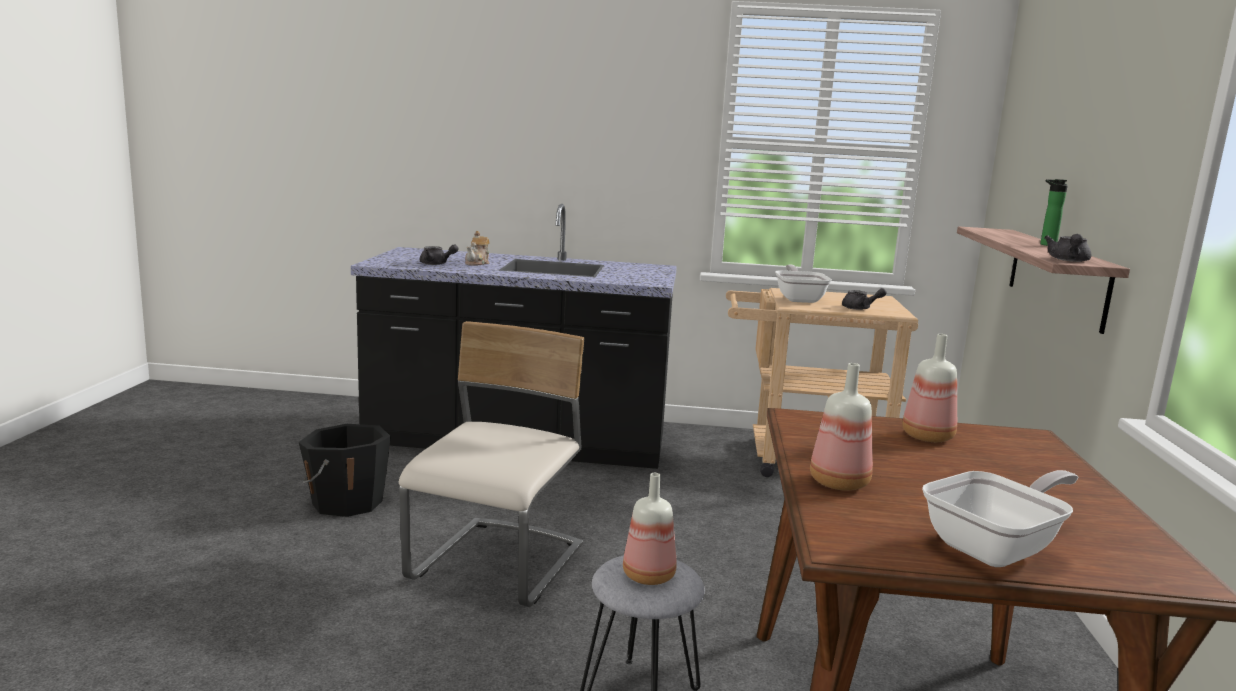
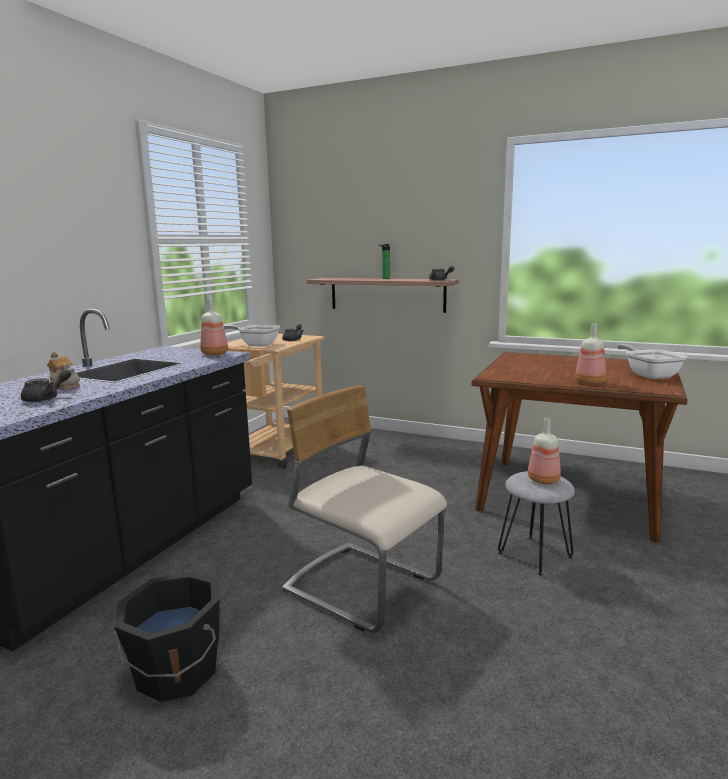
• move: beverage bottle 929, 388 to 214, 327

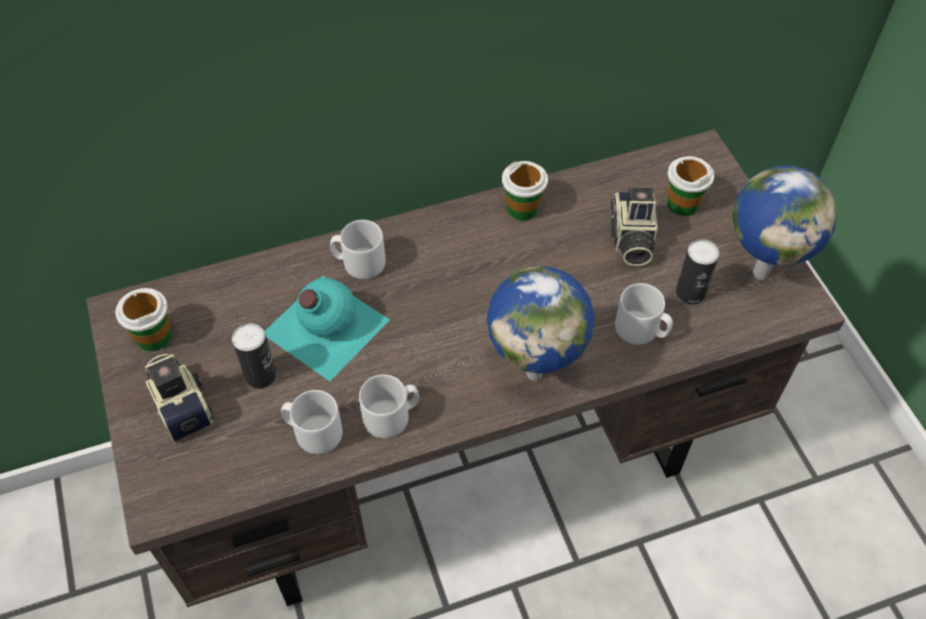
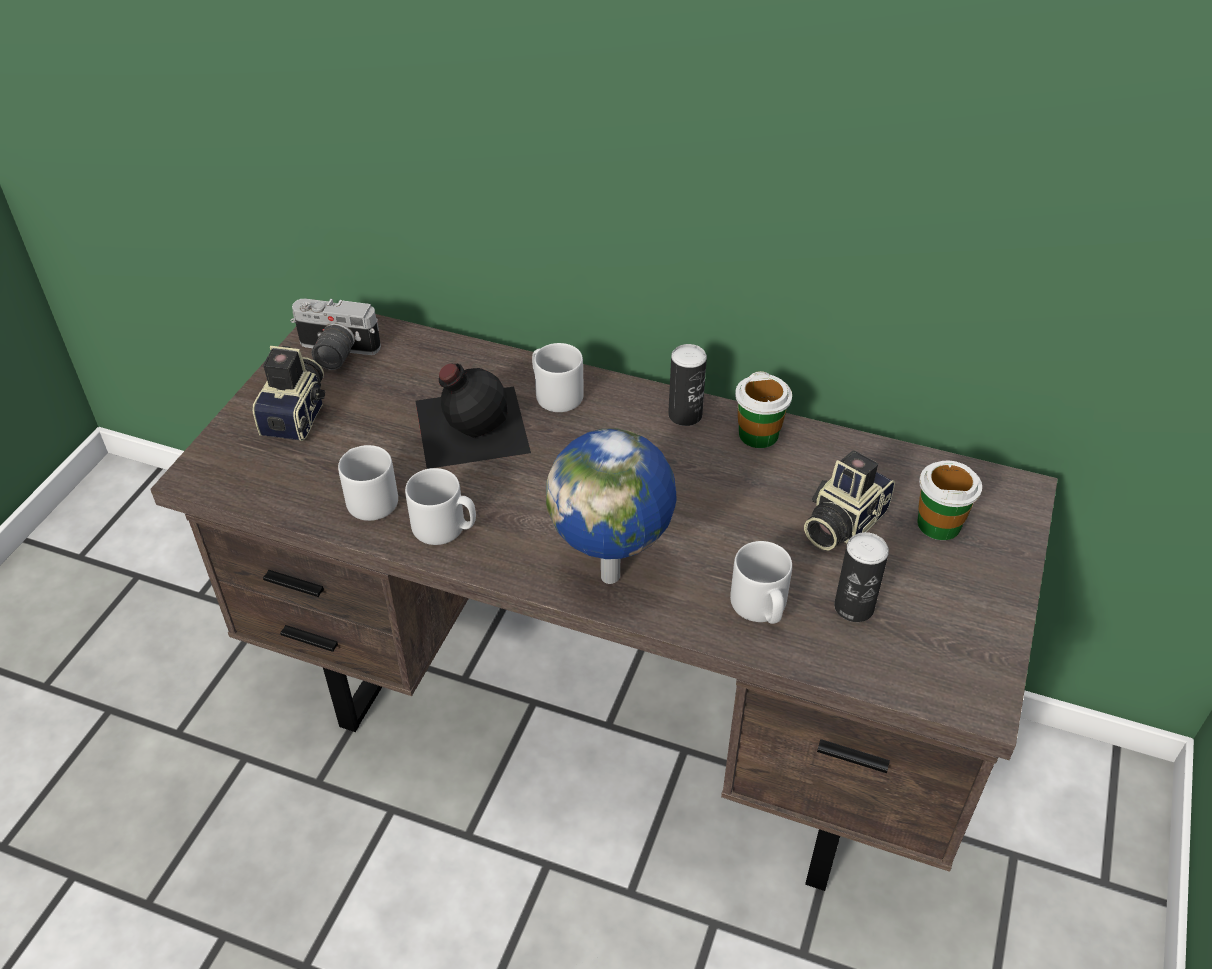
• delete: desk globe 784, 223
• move: sealed can 254, 355 to 687, 385
• replace: small cup 143, 320 to photo camera 335, 334
• recolor: turquoise-coloured beverage bottle 327, 328 to blackish beverage bottle 473, 416

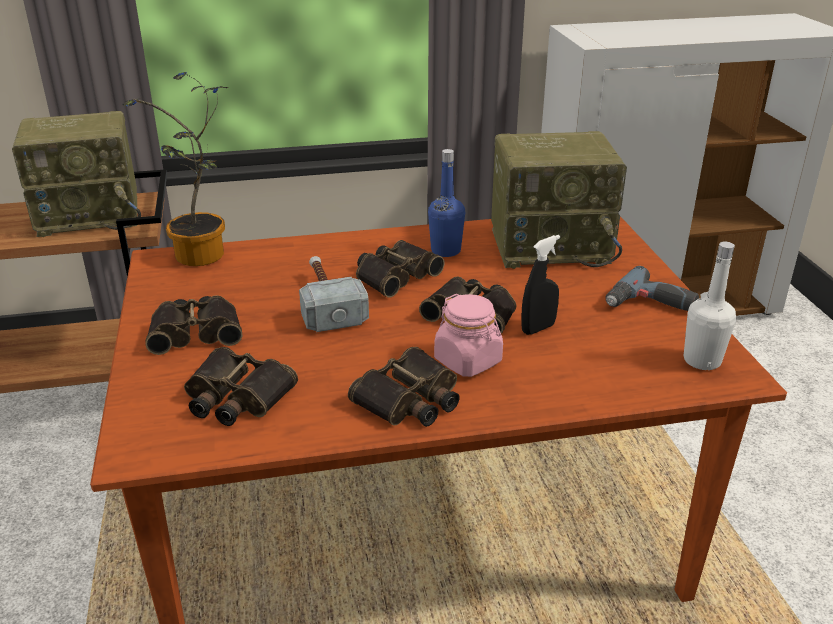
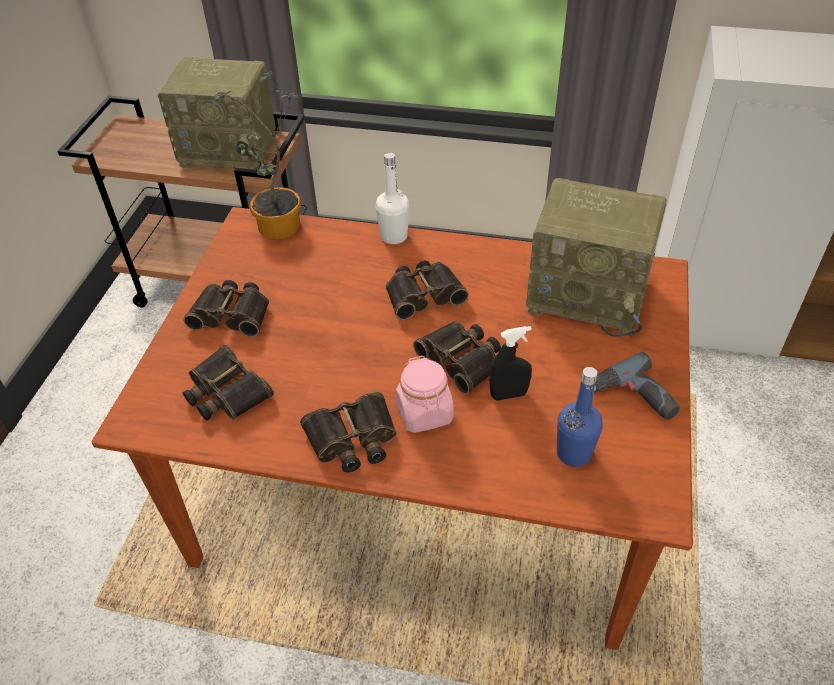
• delete: hand hammer 334, 294
• move: blue-coloured beverage bottle 446, 203 to 580, 417
• move: white-coloured beverage bottle 710, 305 to 392, 198

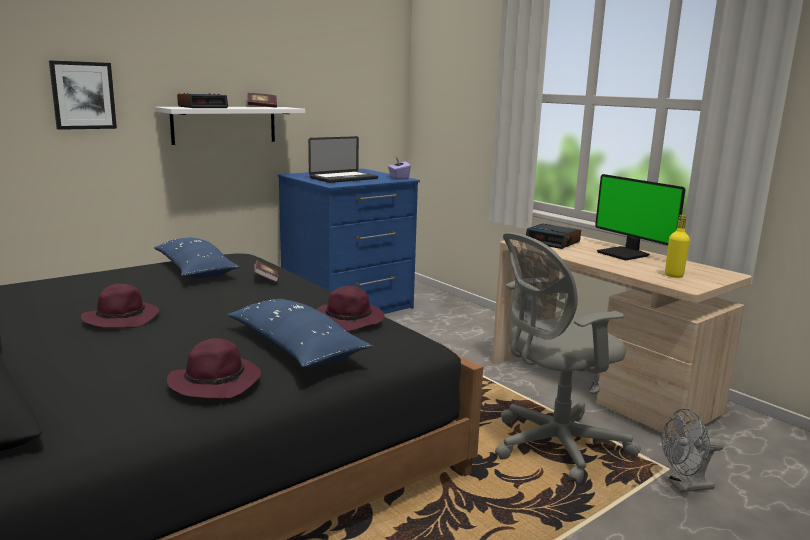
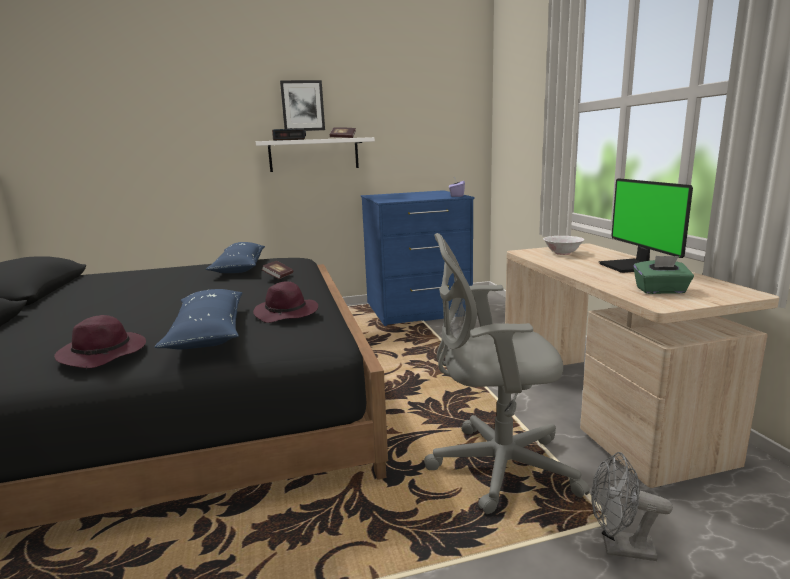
• delete: purple-coloured wearable hat 120, 305
• delete: notebook computer 343, 159
• move: wall art 83, 95 to 302, 105
• replace: bedside clock 553, 236 to white-coloured bowl 564, 245
• replace: yellowish beverage bottle 677, 246 to greenish box of tissues 663, 275

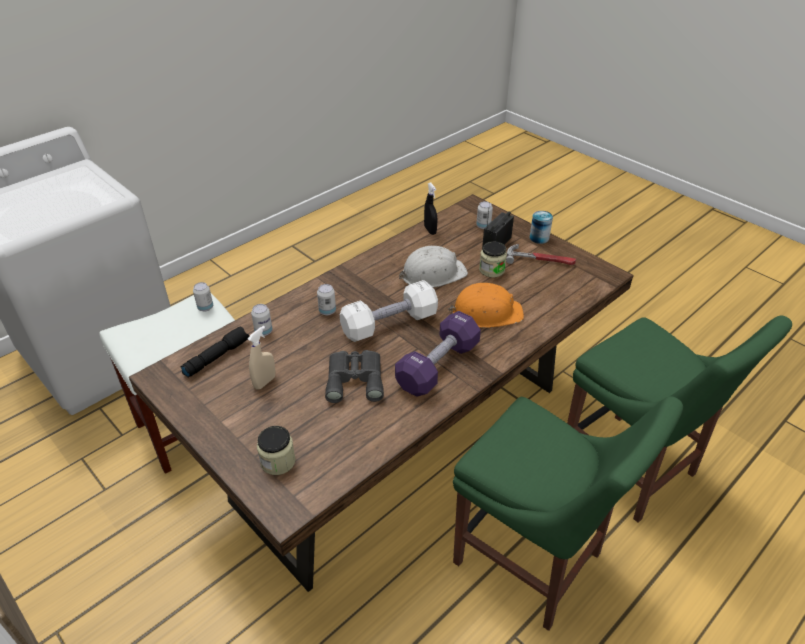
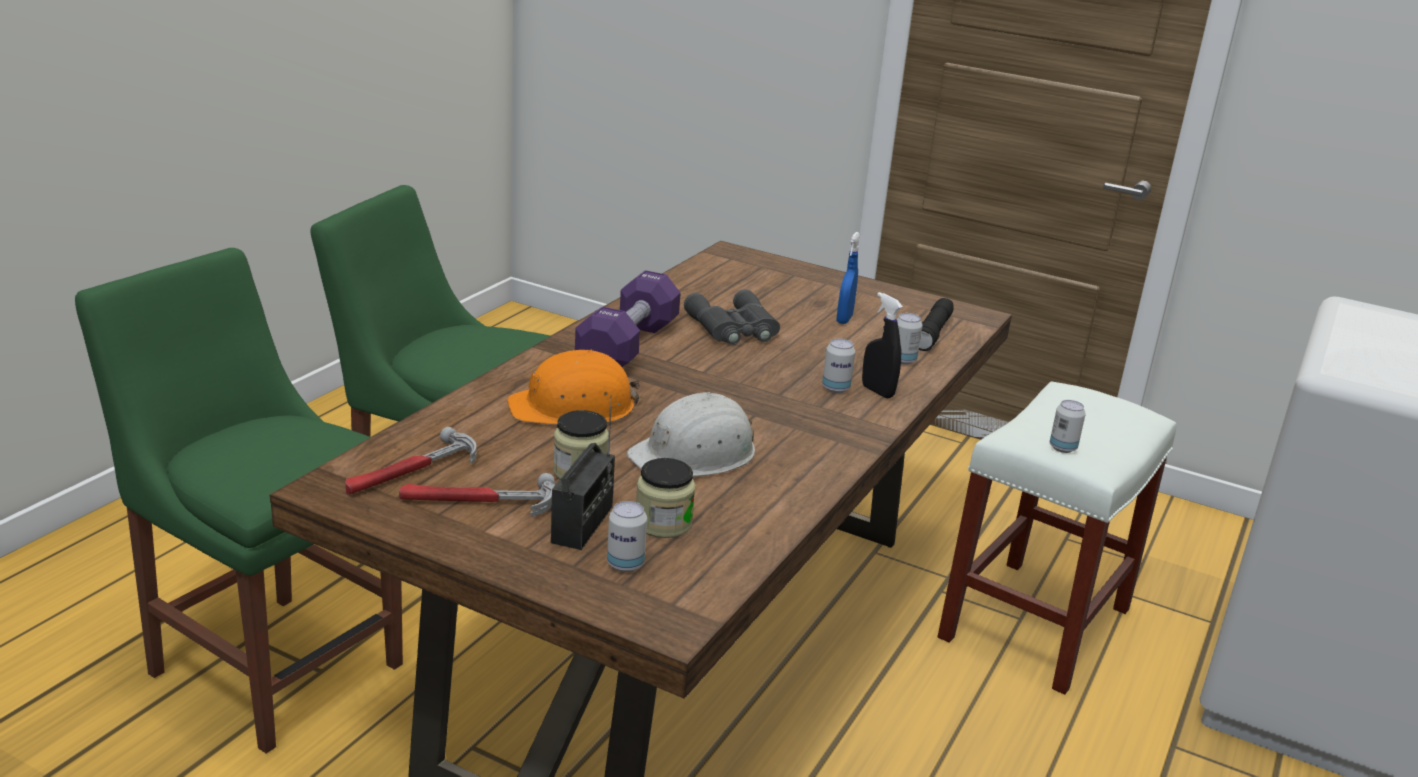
• delete: white-coloured hand weight 389, 311
• delete: sealed can 541, 227
• insert: hand hammer 411, 461
• move: preserve jar 276, 450 to 665, 498
• move: blackish hand sprayer 430, 209 to 882, 345
• recolor: beige hand sprayer 262, 358 to blue-coloured hand sprayer 848, 278

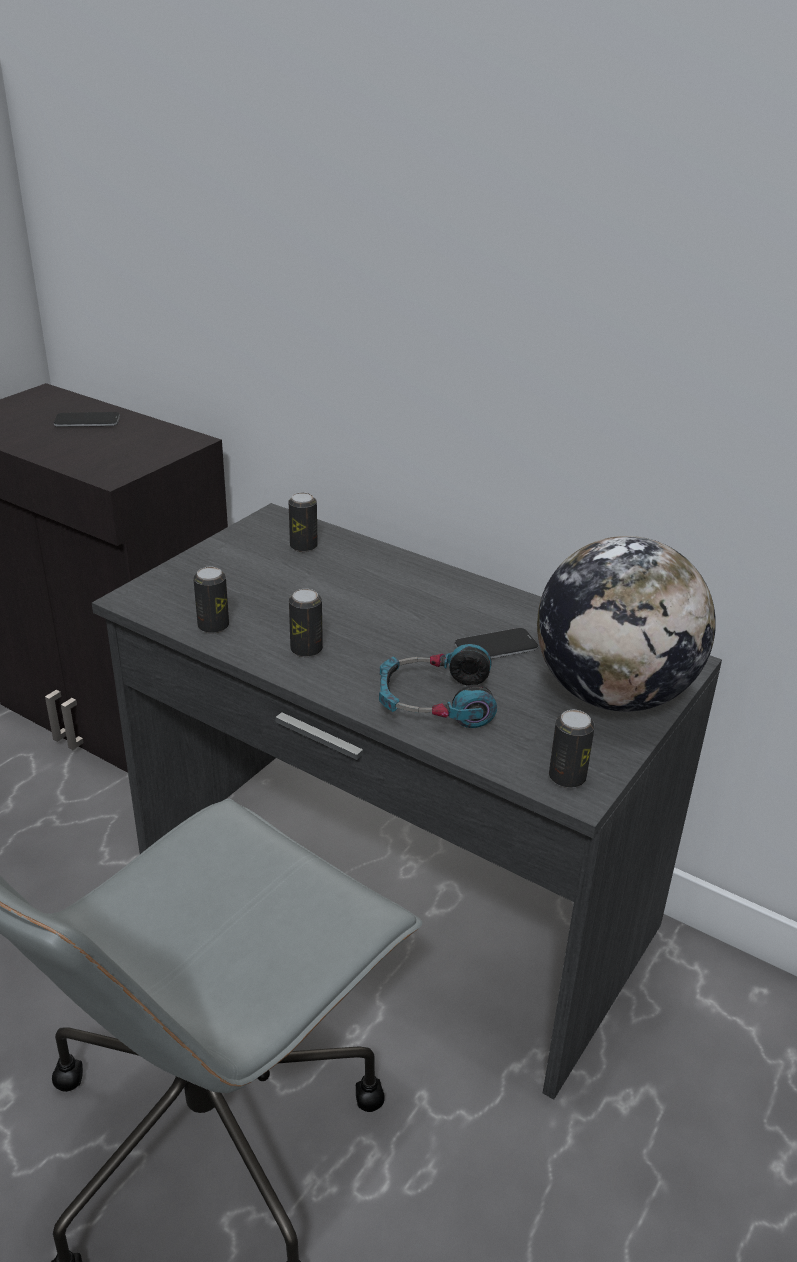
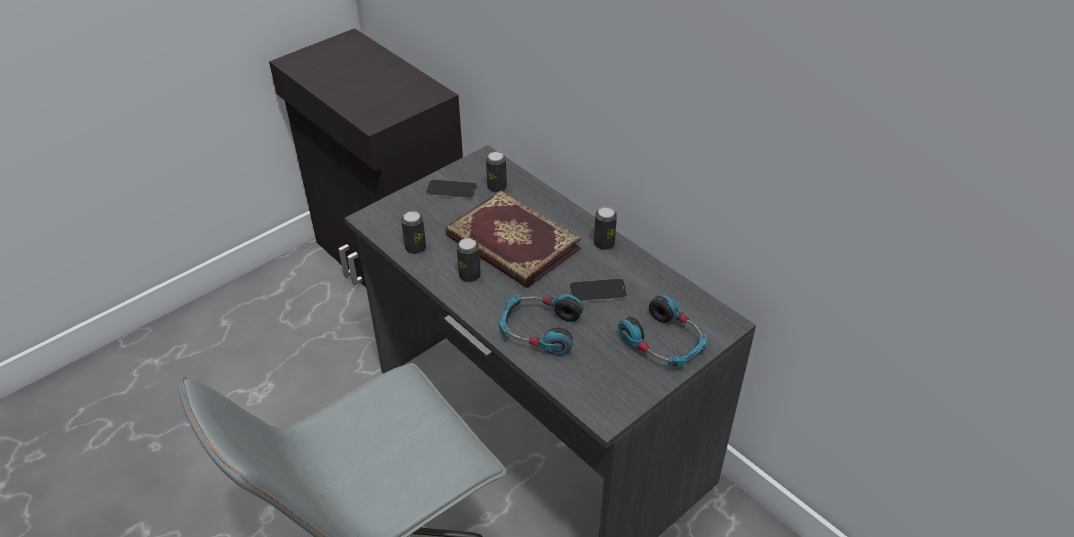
• insert: bound book 513, 239
• move: handset 87, 419 to 451, 189
• move: sealed can 572, 749 to 605, 228
• replace: desk globe 626, 624 to headset 662, 330

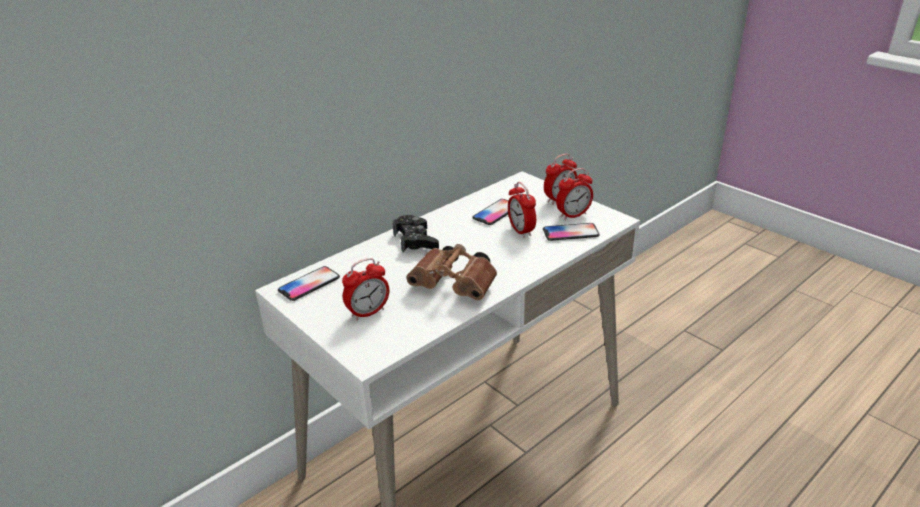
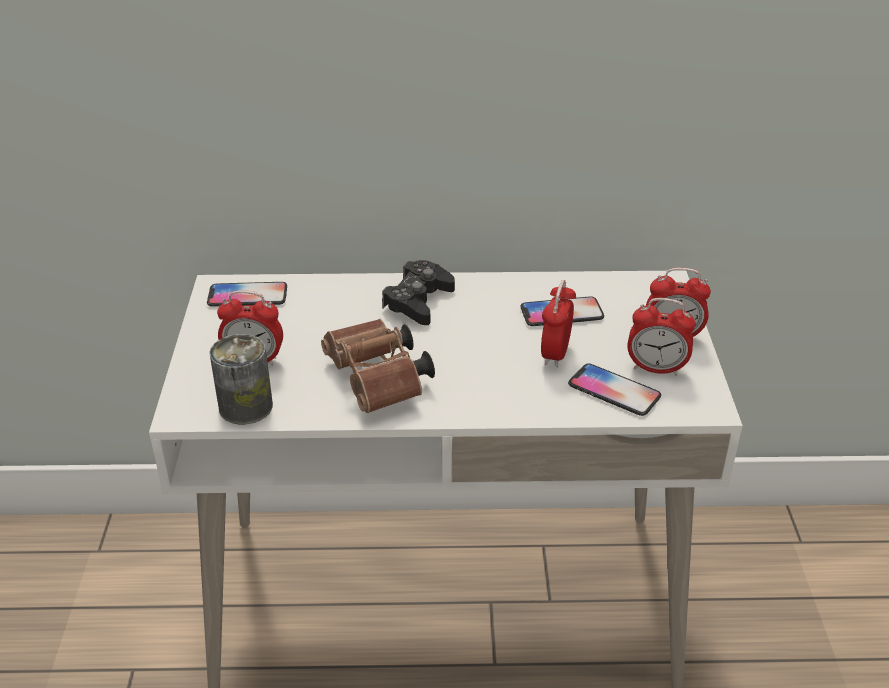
• insert: sealed can 241, 379

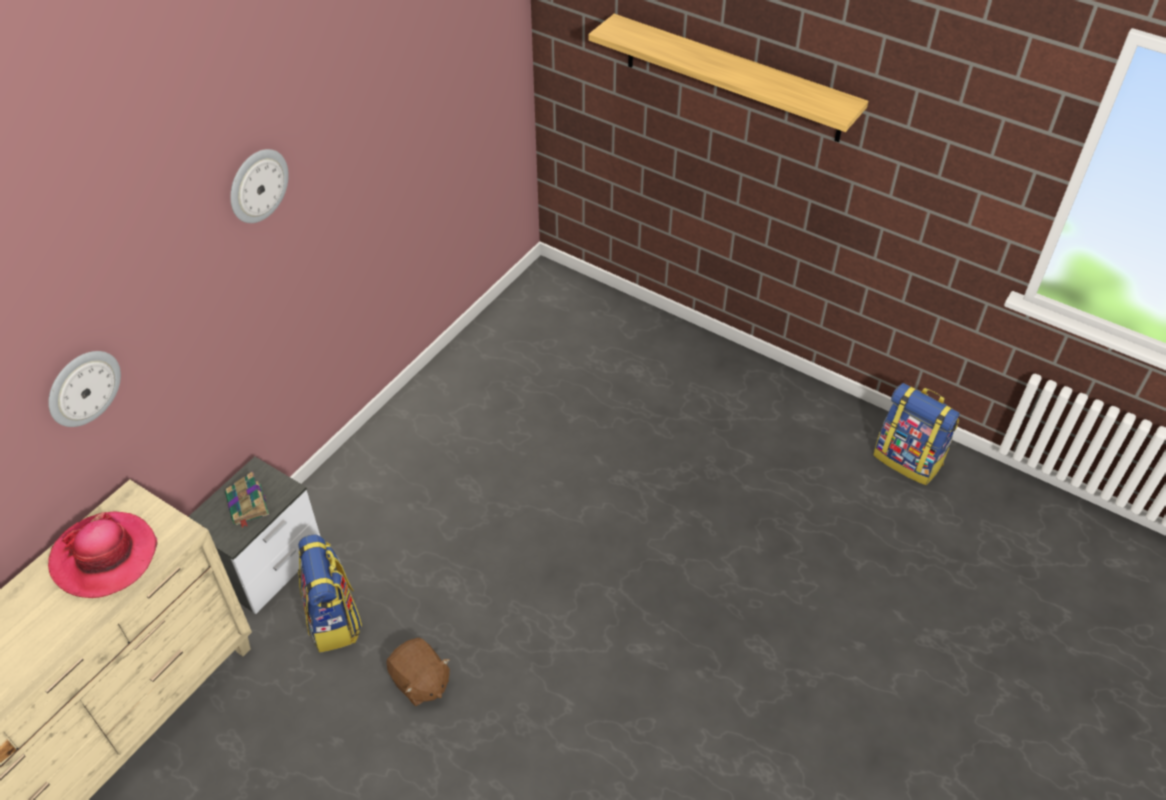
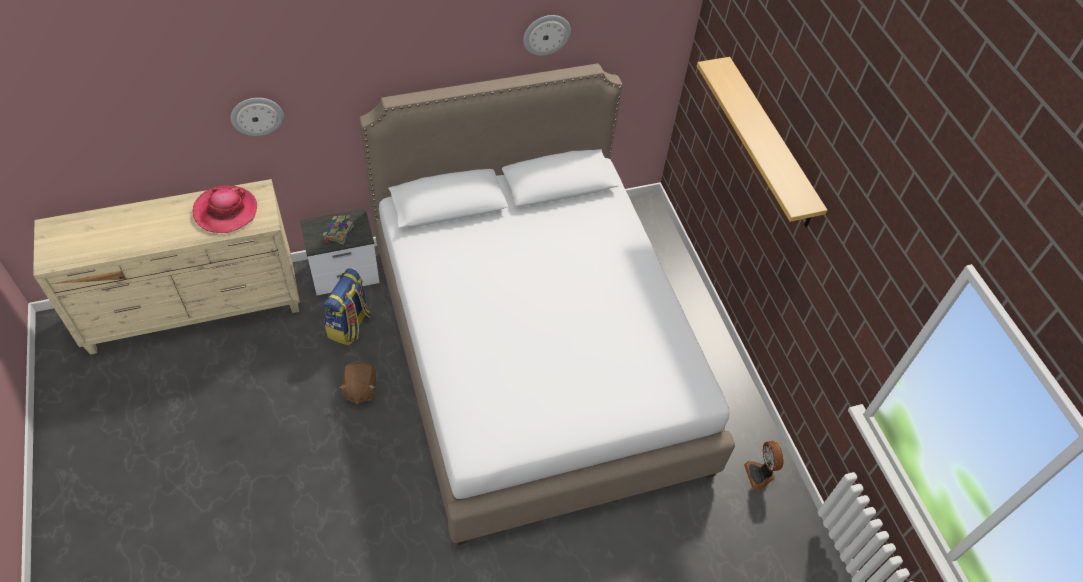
• insert: white-coloured sleeping bed 547, 304
• move: wall clock 259, 186 to 547, 35
• replace: backpack 916, 434 to electric fan 763, 465

